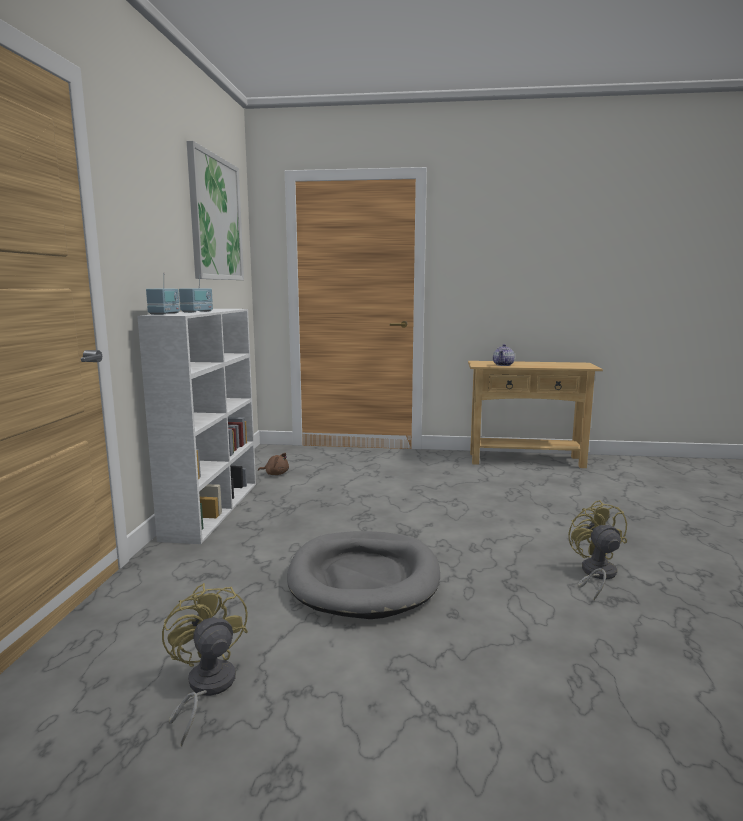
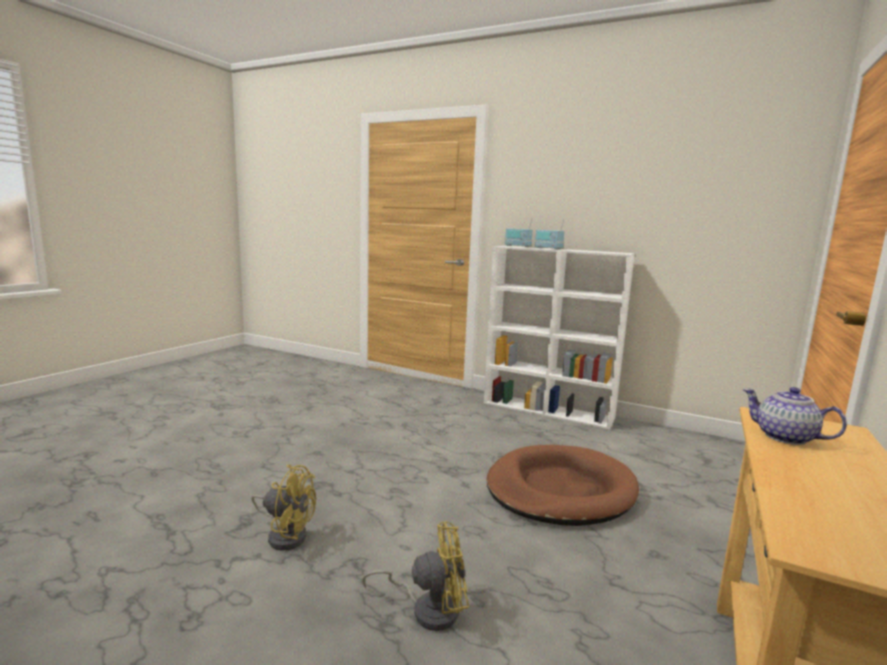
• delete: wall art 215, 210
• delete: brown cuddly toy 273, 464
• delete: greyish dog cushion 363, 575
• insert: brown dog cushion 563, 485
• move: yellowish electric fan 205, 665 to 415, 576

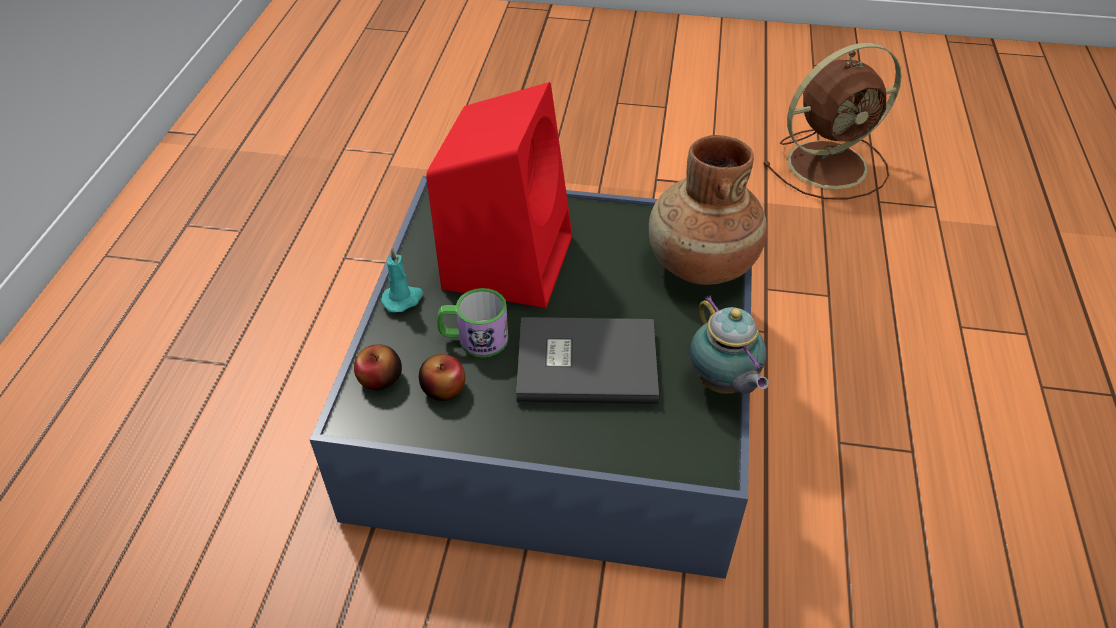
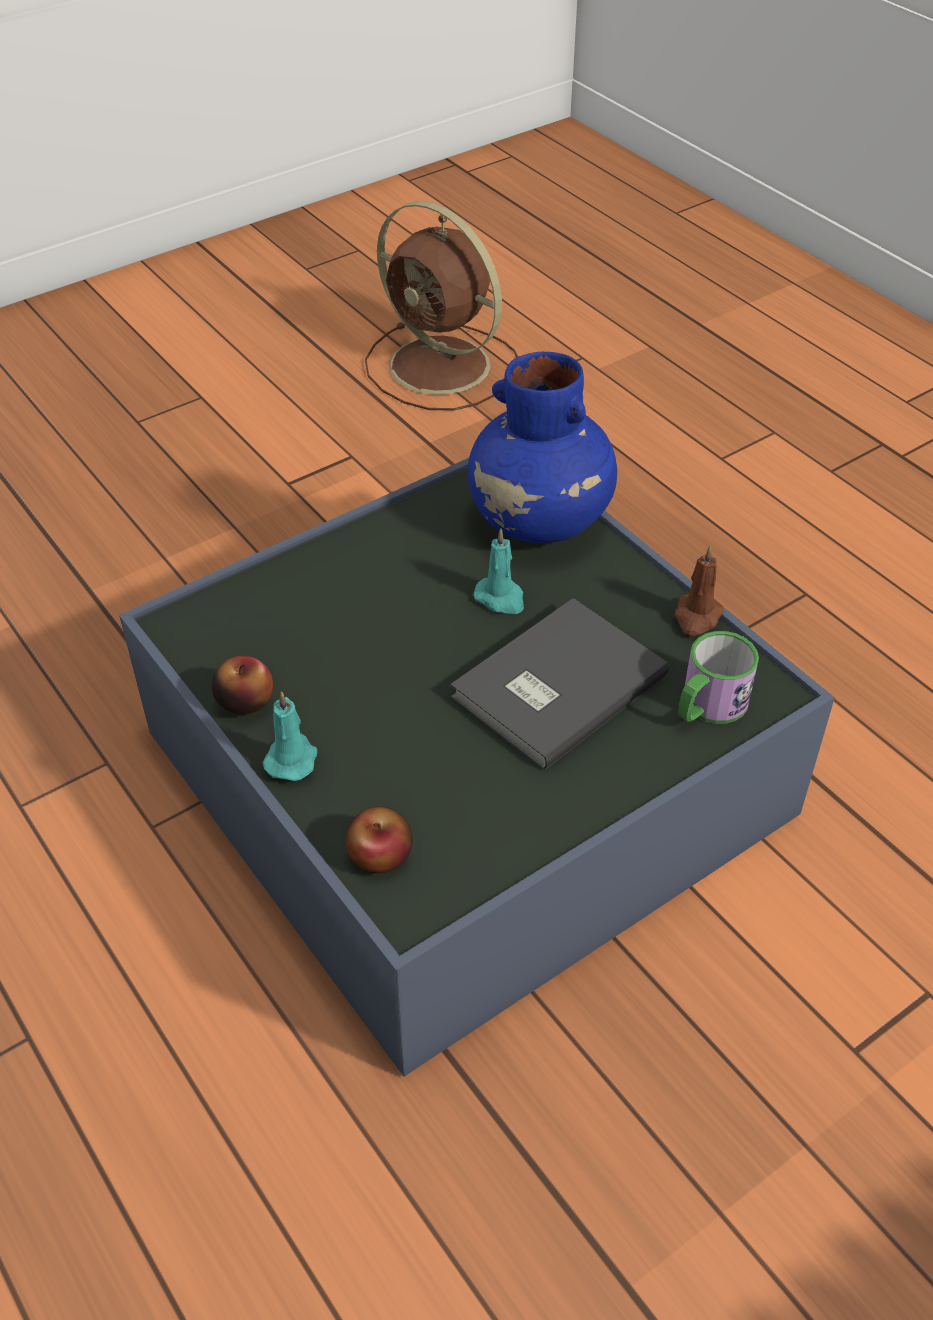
• delete: reddish loudspeaker 499, 195
• insert: turquoise-coloured wax candle 498, 571
• move: apple 442, 377 to 242, 685
• move: coffee mug 472, 322 to 718, 677
• replace: teapot 729, 345 to brown wax candle 699, 590
• recolor: brown flower vase 708, 210 to blue-coloured flower vase 542, 447
• rotate: brown electric fan 832, 121 = 441, 306 105 degrees clockwise

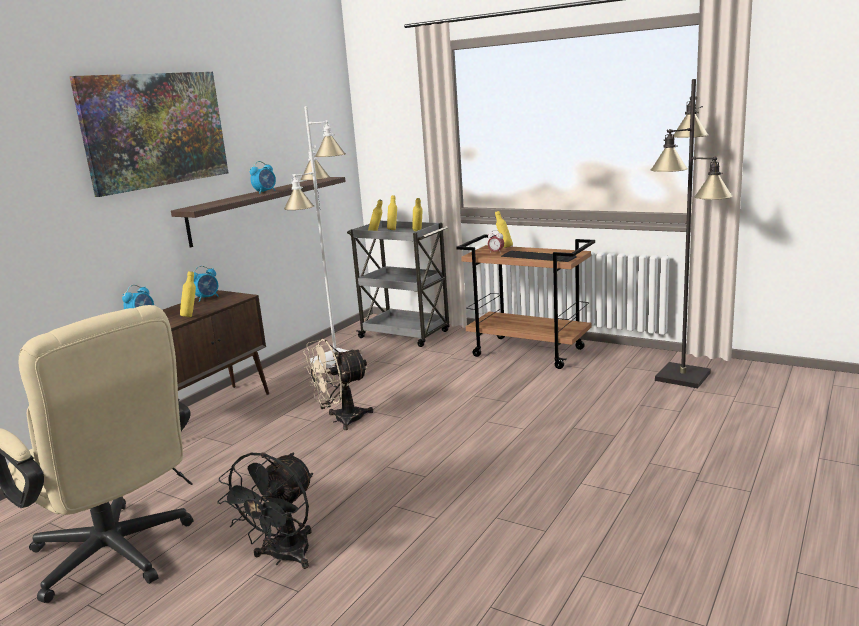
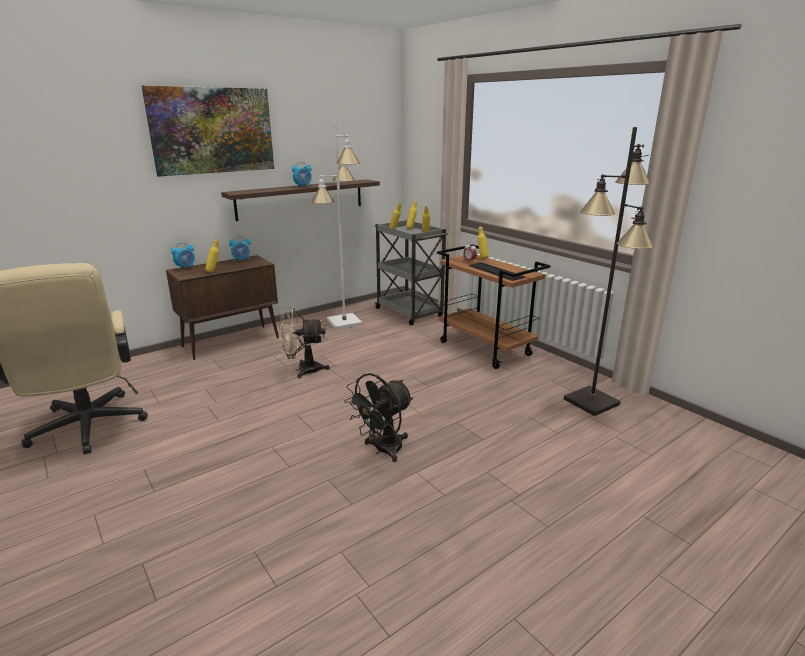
• move: blackish electric fan 265, 510 to 378, 417

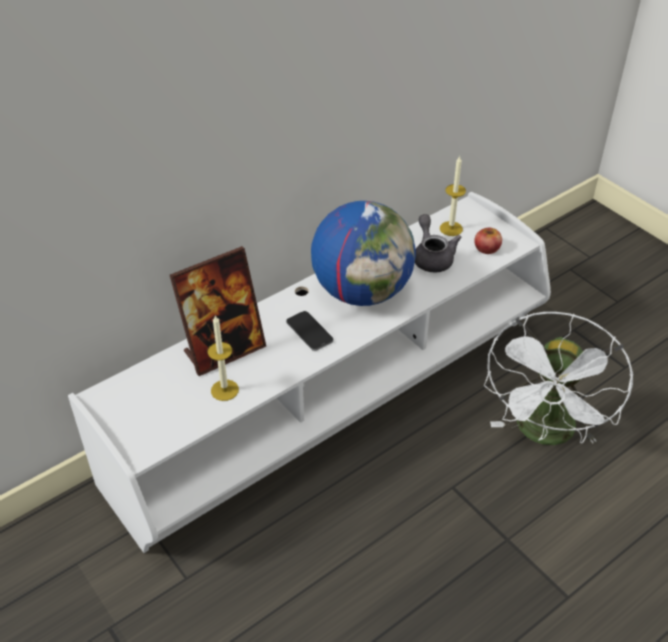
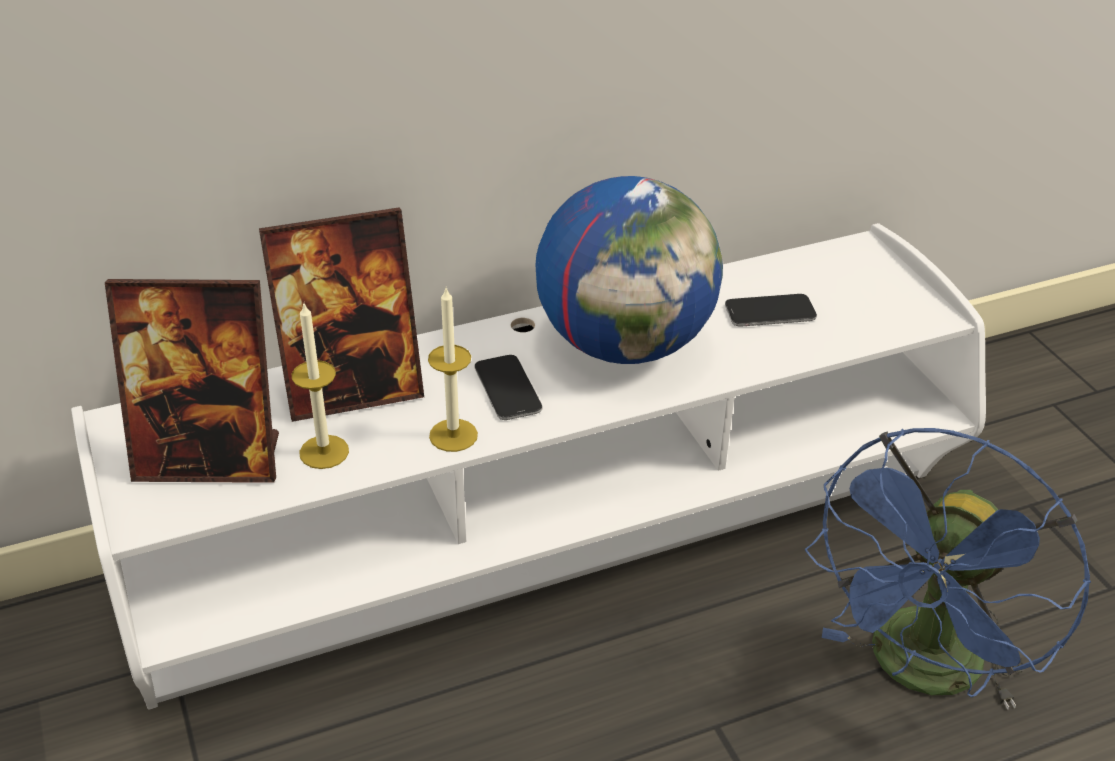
• delete: apple 488, 241
• insert: picture frame 192, 381
• move: wax candle 453, 196 to 453, 370
• replace: greyish teapot 438, 243 to handset 771, 310
• recolor: white-coloured electric fan 559, 378 to blue-coloured electric fan 948, 569

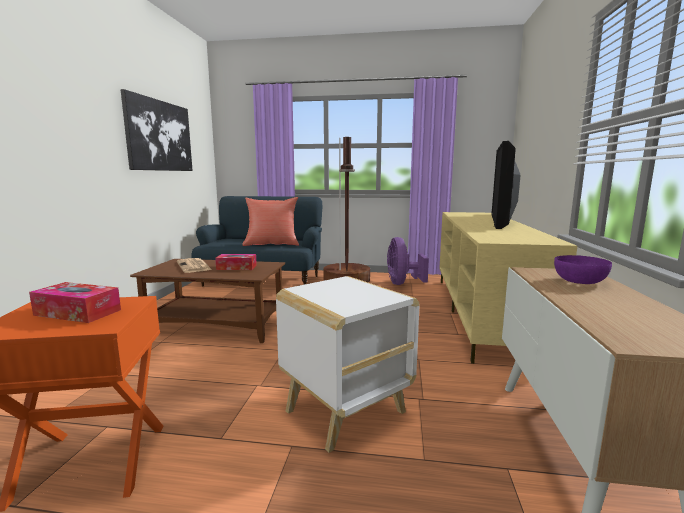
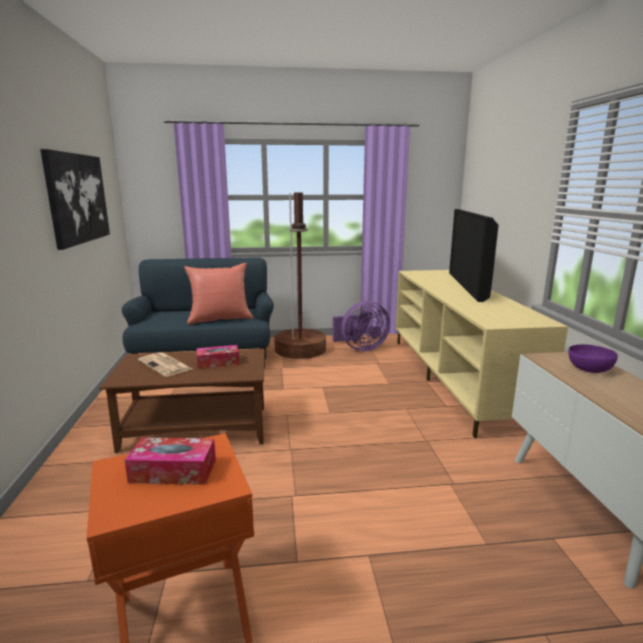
• delete: white-coloured accent table 348, 364
• rotate: purple-coloured electric fan 408, 261 = 361, 326 90 degrees counterclockwise

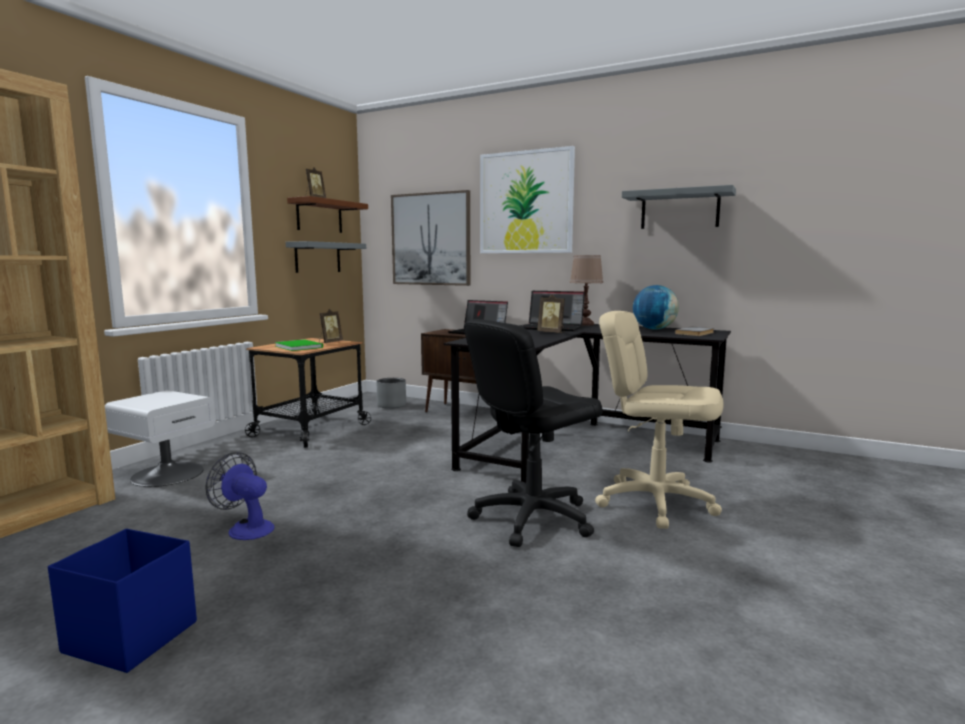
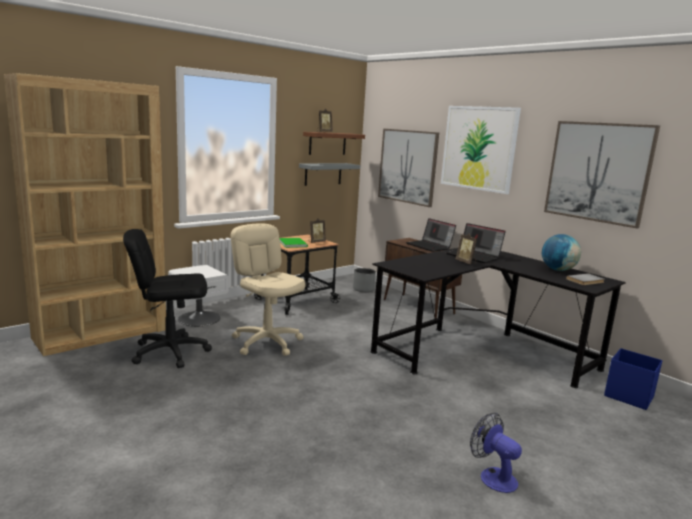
• delete: brown table lamp 586, 290
• move: blue-coloured storage container 122, 601 to 633, 379
• move: electric fan 239, 496 to 496, 453
• move: blackish office chair 533, 433 to 167, 298
• move: beige office chair 659, 420 to 268, 290
• replace: greyish wall shelf 679, 207 to wall art 602, 175

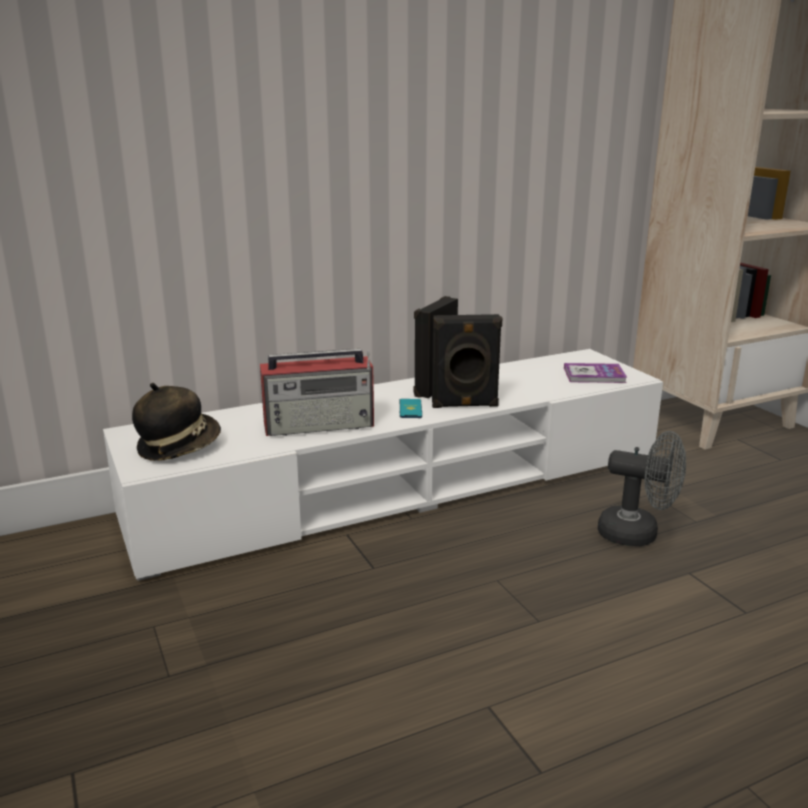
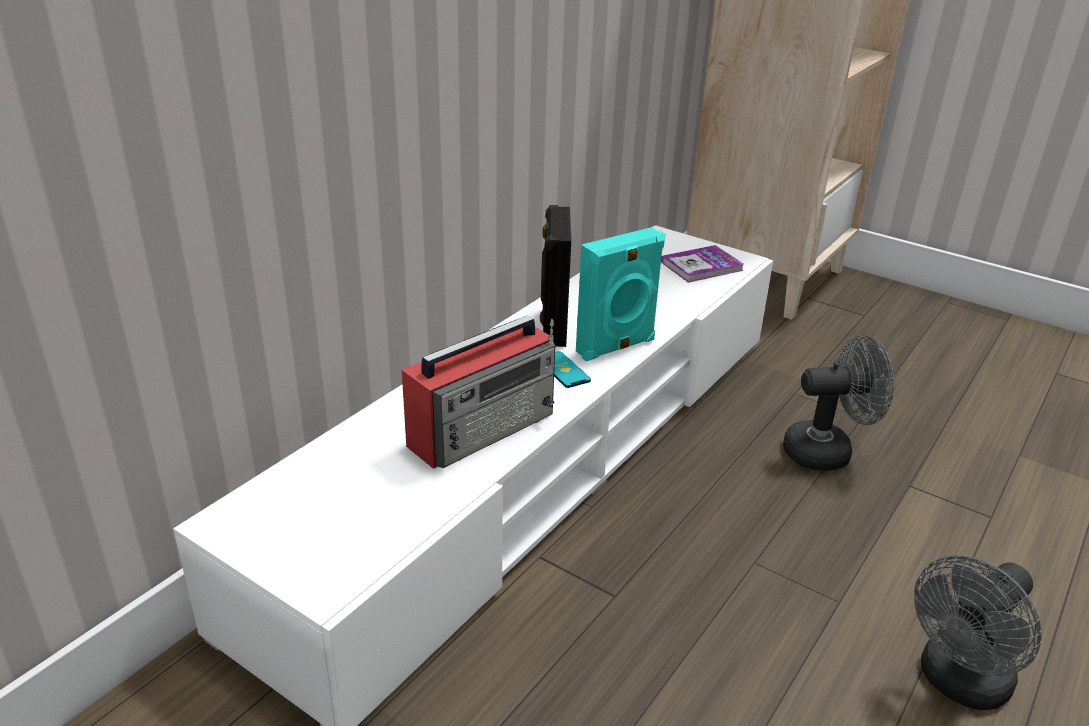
• delete: wearable hat 176, 422
• insert: greyish electric fan 978, 632
• recolor: blackish loudspeaker 467, 361 to turquoise-coloured loudspeaker 620, 294

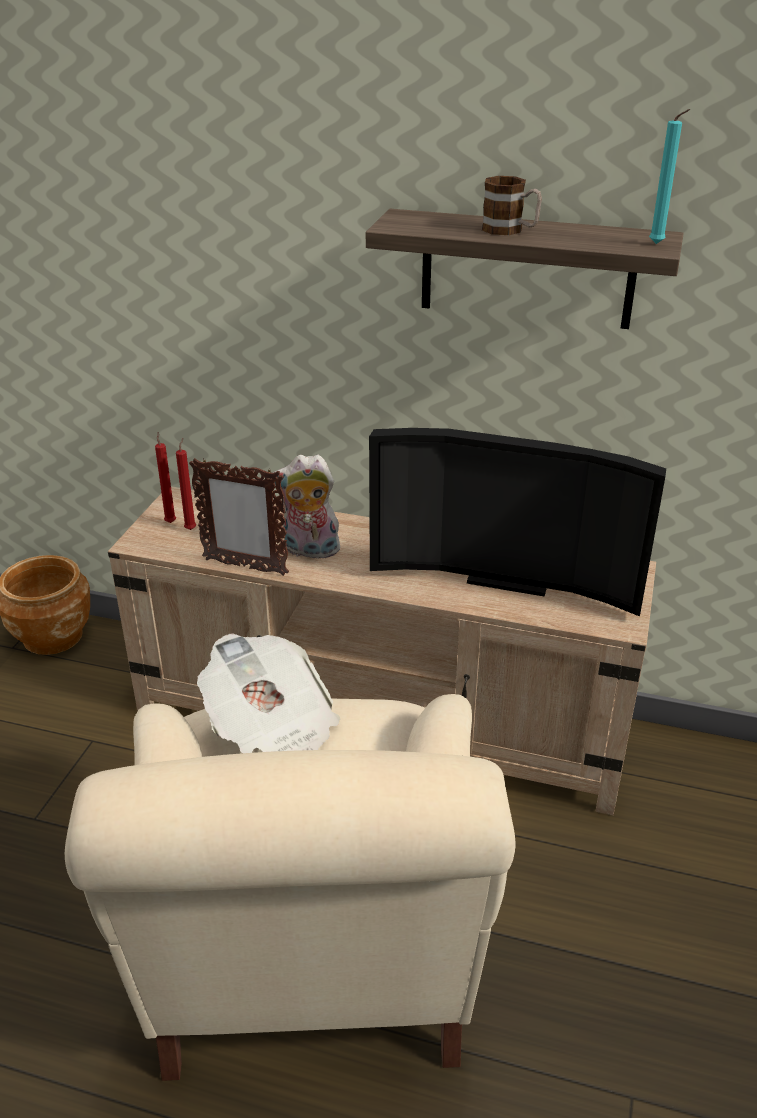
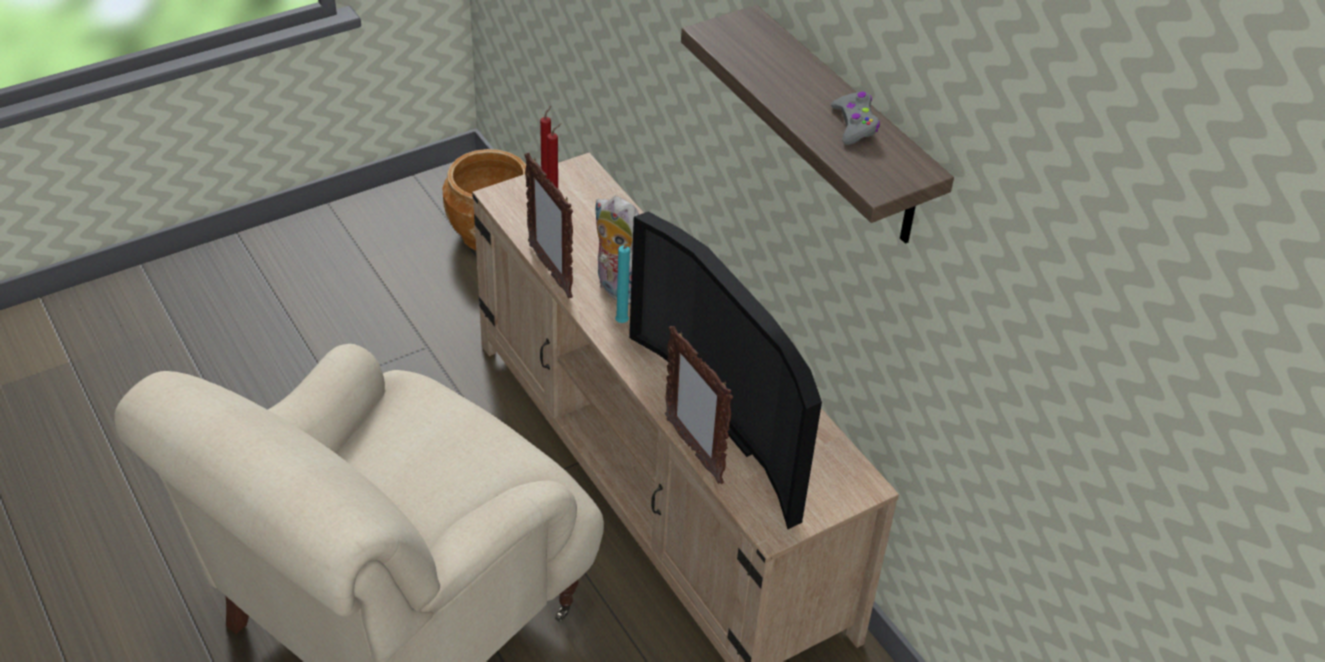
• delete: daily paper 268, 693
• delete: coffee mug 512, 205
• insert: picture frame 699, 405
• insert: greyish gamepad 855, 118
• move: turquoise-coloured wax candle 670, 176 to 622, 284

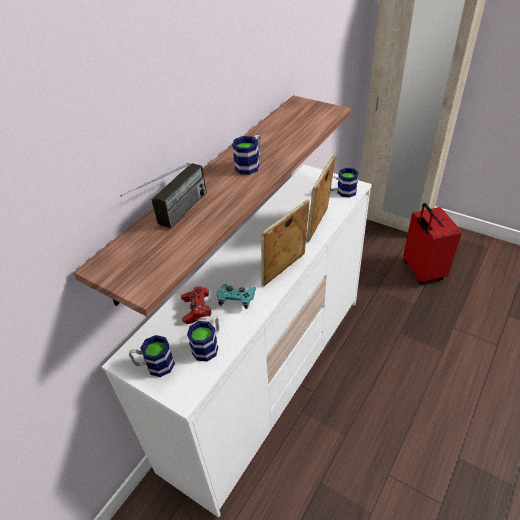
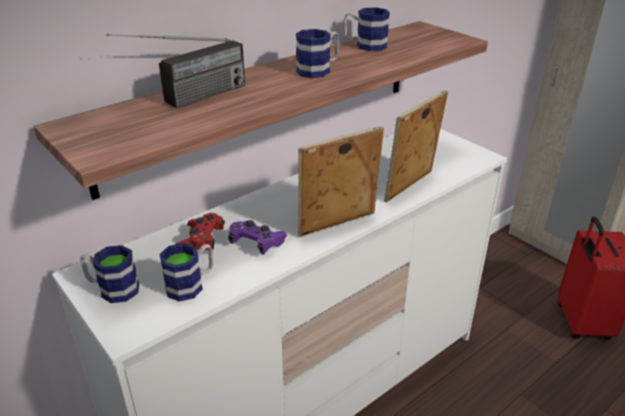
• move: coffee mug 345, 183 to 367, 29
• recolor: turquoise-coloured gamepad 236, 296 to purple-coloured gamepad 257, 237

